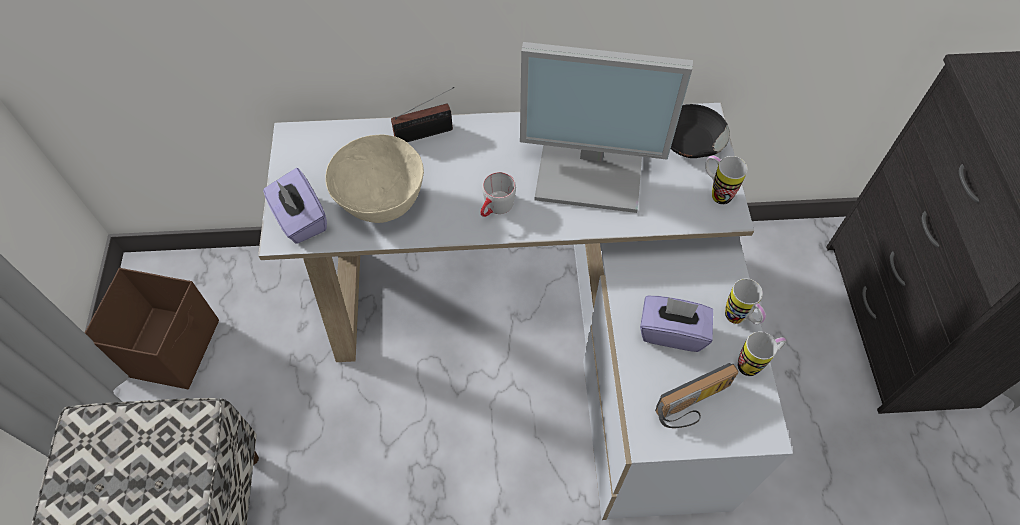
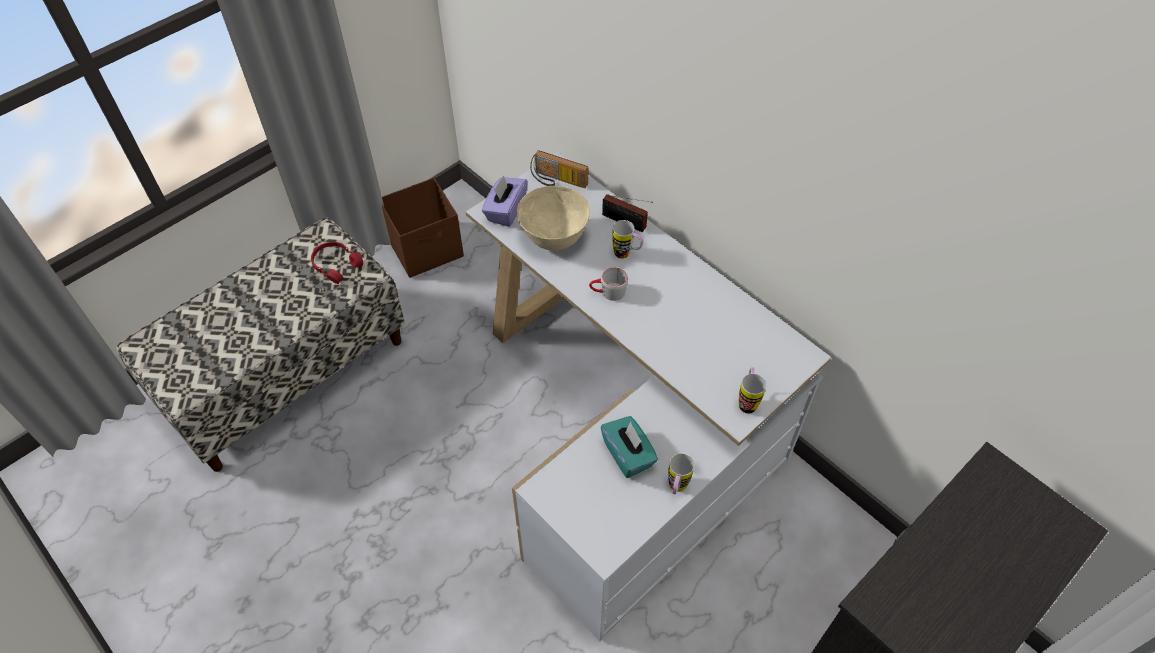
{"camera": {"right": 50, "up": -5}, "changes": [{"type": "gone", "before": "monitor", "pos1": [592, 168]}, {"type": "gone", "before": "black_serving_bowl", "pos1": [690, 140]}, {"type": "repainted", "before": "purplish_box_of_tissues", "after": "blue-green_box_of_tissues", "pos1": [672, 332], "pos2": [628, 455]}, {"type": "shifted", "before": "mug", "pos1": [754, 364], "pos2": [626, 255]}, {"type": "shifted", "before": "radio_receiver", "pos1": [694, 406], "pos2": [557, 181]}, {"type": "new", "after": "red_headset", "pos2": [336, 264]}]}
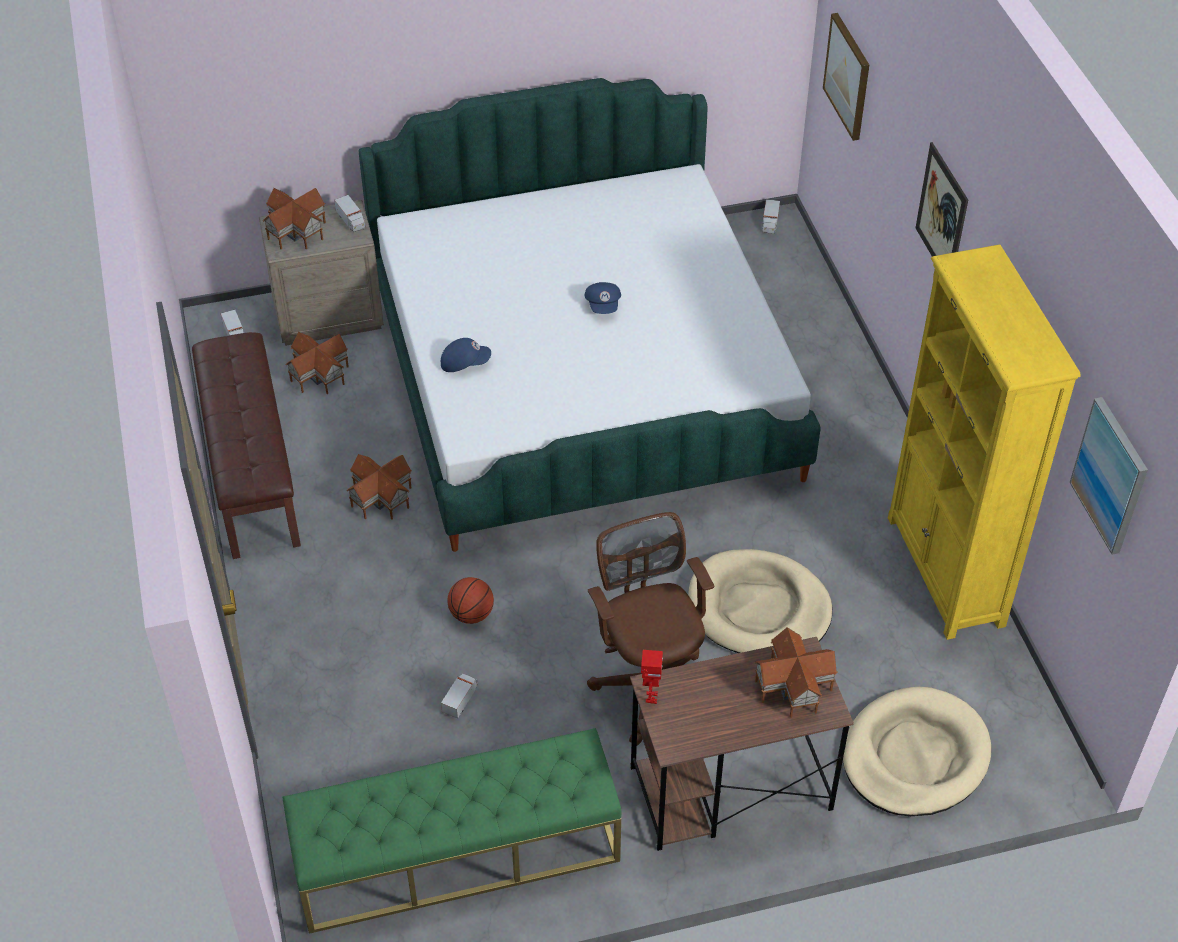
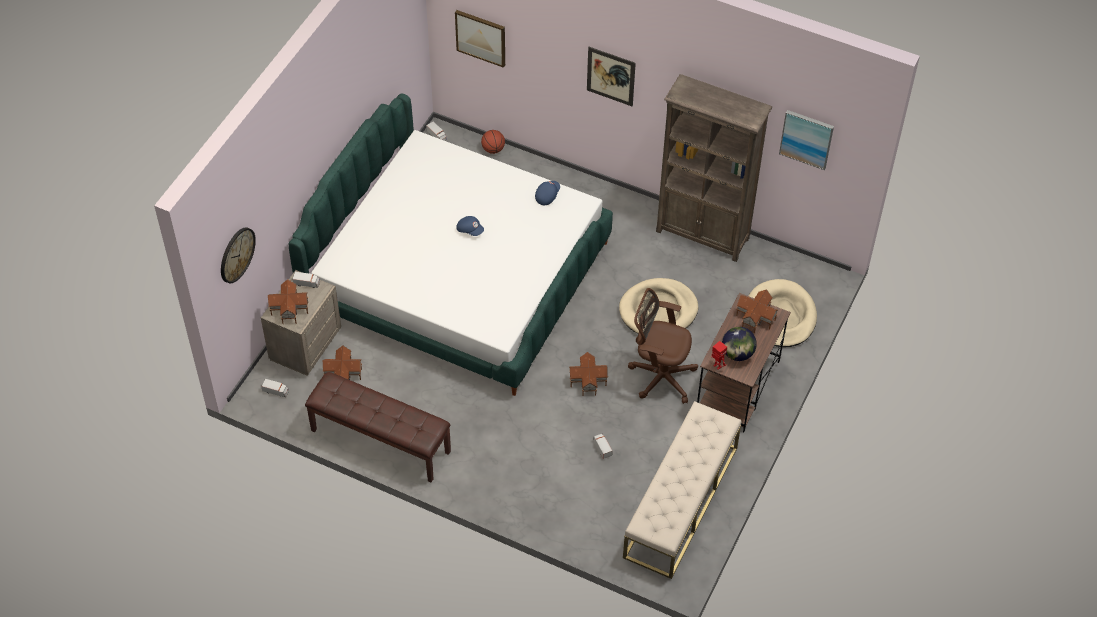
{"camera": {"right": -50, "up": 5}, "changes": [{"type": "repainted", "before": "yellow_bookcase", "after": "brown_bookcase", "pos1": [945, 572], "pos2": [703, 235]}, {"type": "shifted", "before": "blue_cap", "pos1": [464, 363], "pos2": [547, 195]}, {"type": "shifted", "before": "toy_house", "pos1": [382, 497], "pos2": [588, 380]}, {"type": "shifted", "before": "basketball", "pos1": [471, 614], "pos2": [493, 149]}, {"type": "repainted", "before": "greenish_bench", "after": "sand-coloured_bench", "pos1": [456, 855], "pos2": [681, 502]}, {"type": "new", "after": "clock_on_the_wall", "pos2": [236, 254]}, {"type": "new", "after": "globe", "pos2": [737, 354]}]}
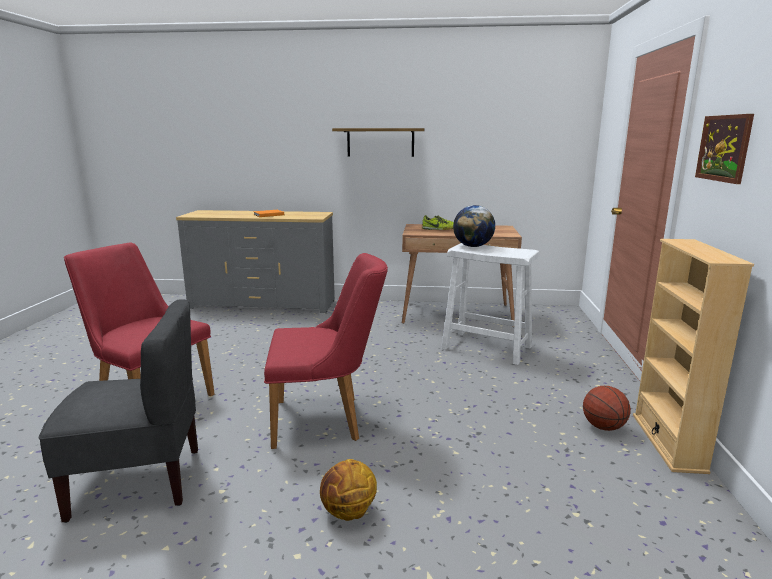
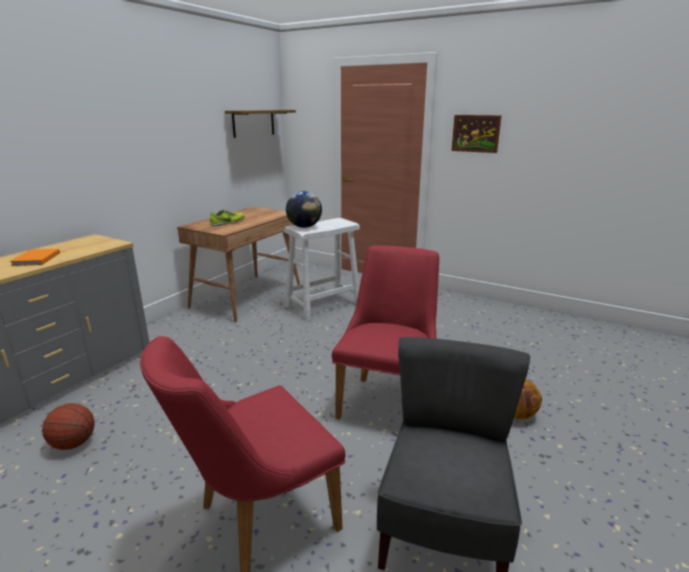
{"camera": {"right": -65, "up": 5}, "changes": [{"type": "shifted", "before": "shelf", "pos1": [380, 142], "pos2": [253, 123]}, {"type": "gone", "before": "sand-coloured_bookcase", "pos1": [668, 442]}, {"type": "shifted", "before": "basketball", "pos1": [603, 427], "pos2": [74, 444]}]}
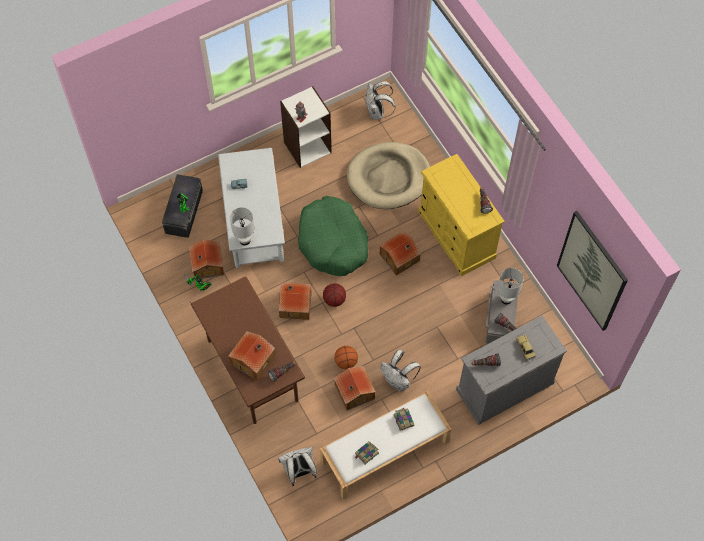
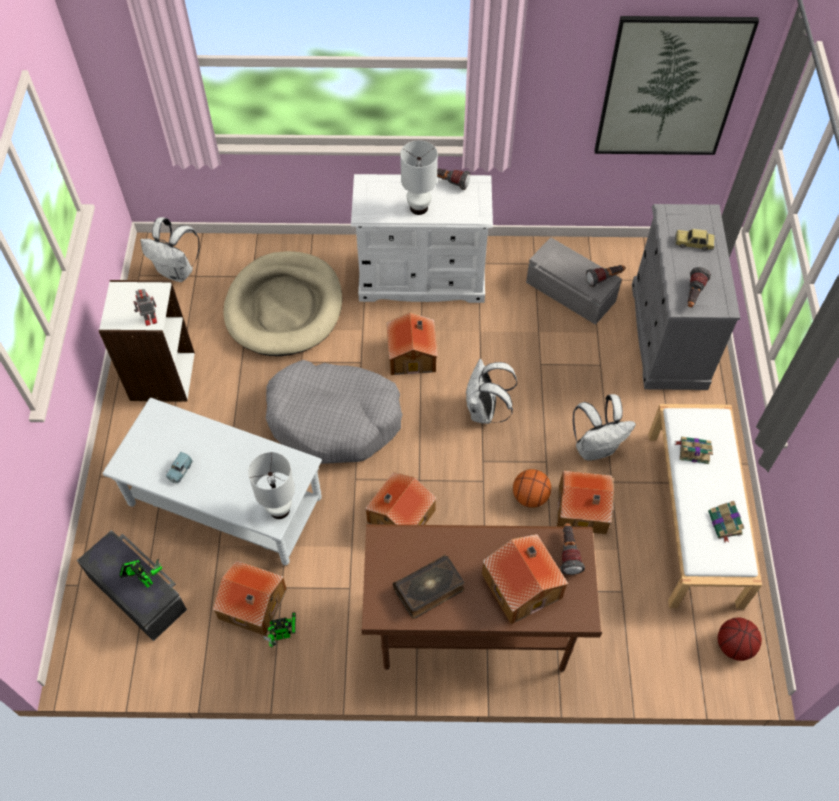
{"camera": {"right": -60, "up": -5}, "changes": [{"type": "repainted", "before": "yellow_dresser", "after": "white-coloured_dresser", "pos1": [456, 235], "pos2": [422, 278]}, {"type": "repainted", "before": "greenish_dog_cushion", "after": "greyish_dog_cushion", "pos1": [333, 242], "pos2": [334, 419]}, {"type": "shifted", "before": "white-coloured_table_lamp", "pos1": [506, 299], "pos2": [418, 207]}, {"type": "shifted", "before": "basketball", "pos1": [334, 300], "pos2": [734, 646]}, {"type": "shifted", "before": "white-coloured_backpack", "pos1": [299, 471], "pos2": [485, 411]}, {"type": "new", "after": "bound_book", "pos2": [429, 590]}]}
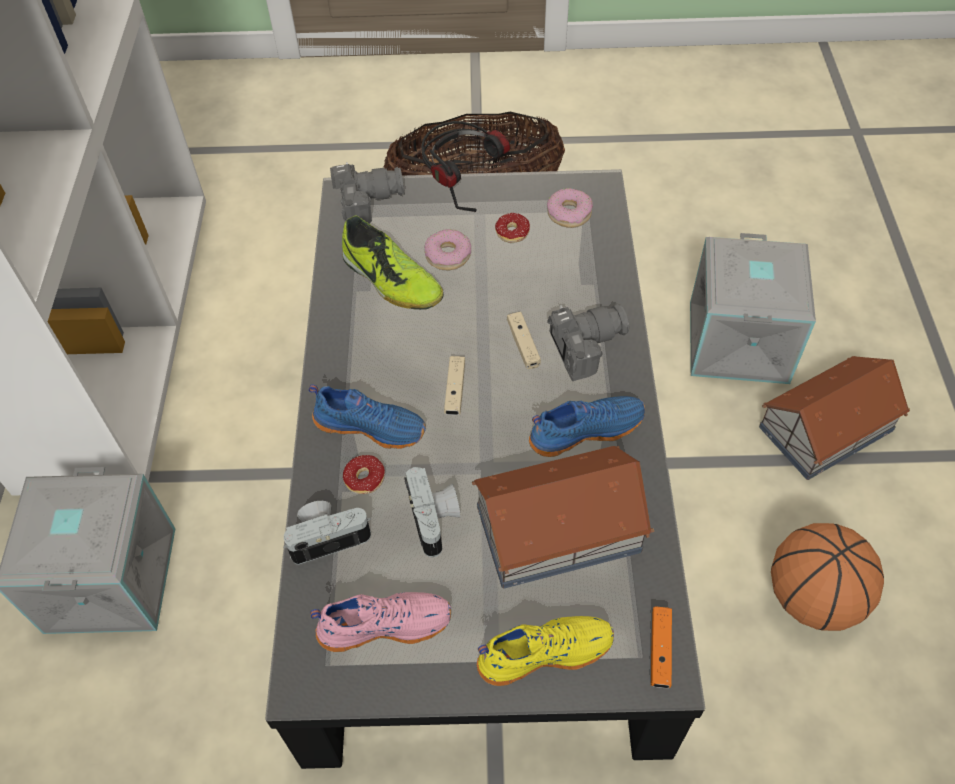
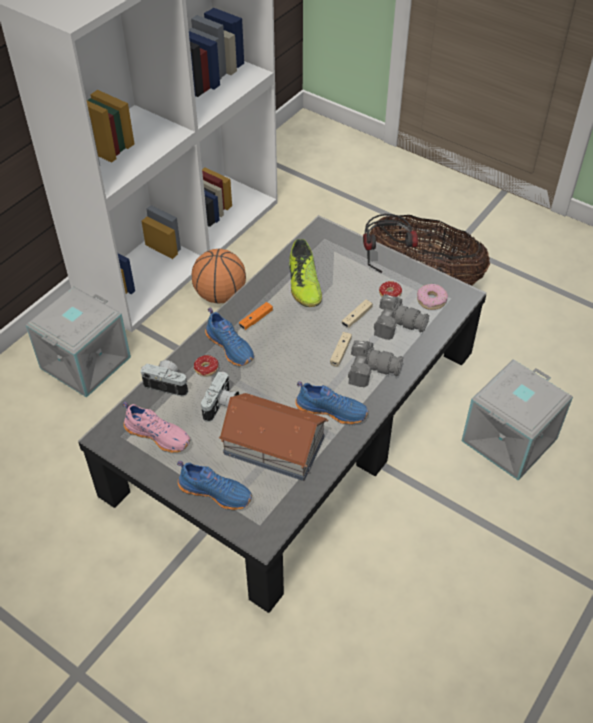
{"camera": {"right": 35, "up": -5}, "changes": [{"type": "shifted", "before": "photo_camera", "pos1": [366, 202], "pos2": [397, 325]}, {"type": "gone", "before": "ring_doughnut", "pos1": [447, 255]}, {"type": "shifted", "before": "sand-coloured_gamepad", "pos1": [455, 390], "pos2": [356, 317]}, {"type": "gone", "before": "toy_house", "pos1": [827, 428]}, {"type": "shifted", "before": "basketball", "pos1": [812, 598], "pos2": [220, 295]}, {"type": "shifted", "before": "orange_gamepad", "pos1": [660, 650], "pos2": [256, 319]}, {"type": "repainted", "before": "yellow_shoe", "after": "blue_shoe", "pos1": [543, 651], "pos2": [216, 491]}]}
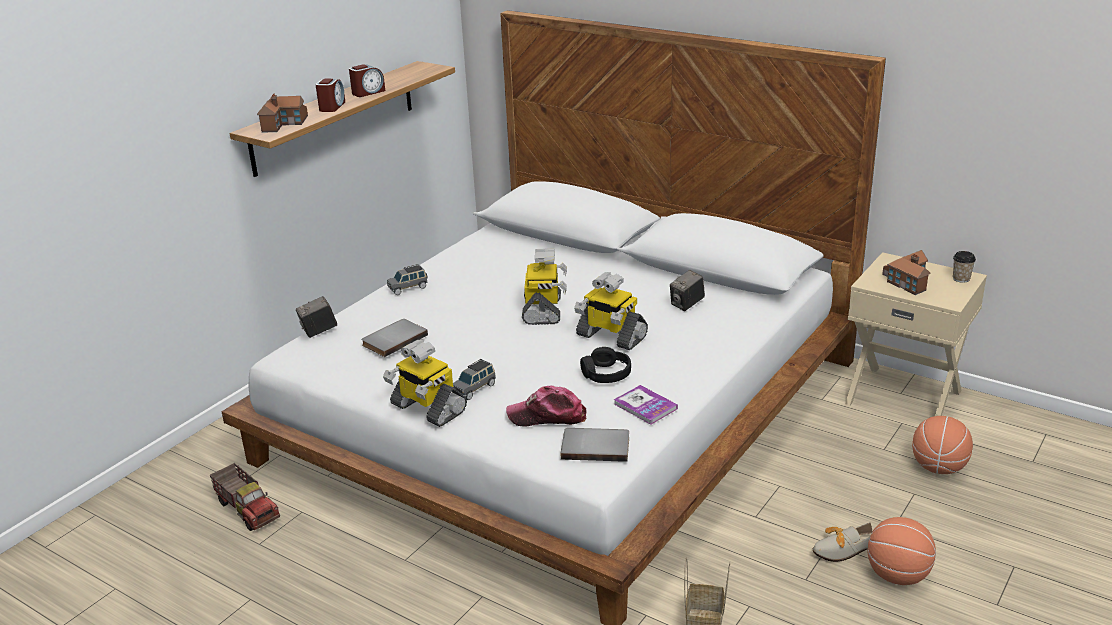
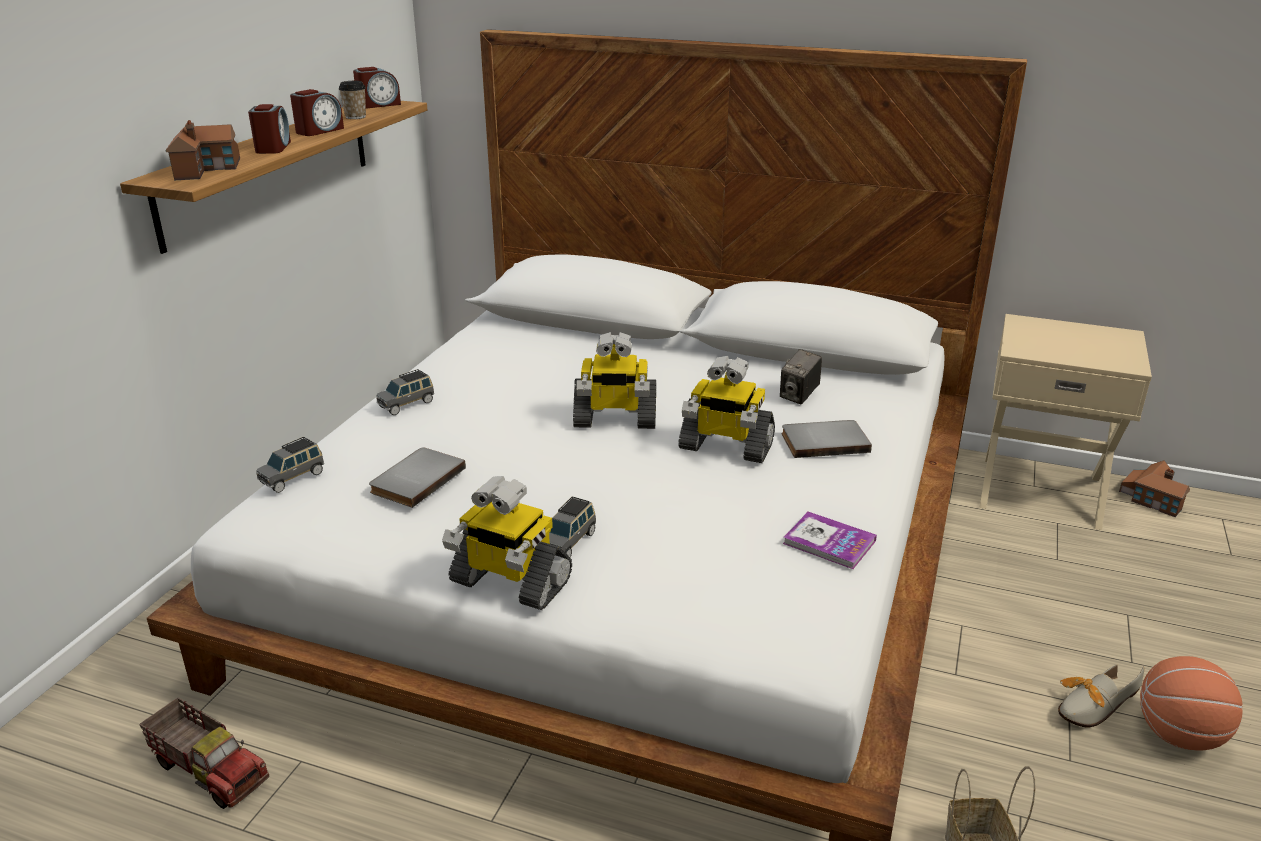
{"camera": {"right": -15, "up": 0}, "changes": [{"type": "rotated", "before": "robot_figure", "pos1": [543, 311], "pos2": [614, 419], "turn": 105}, {"type": "shifted", "before": "toy_house", "pos1": [907, 281], "pos2": [1151, 498]}, {"type": "shifted", "before": "small_cup", "pos1": [961, 279], "pos2": [355, 117]}, {"type": "swapped", "before": "photo_camera", "after": "greyish_model_car", "pos1": [319, 331], "pos2": [293, 478]}, {"type": "gone", "before": "black_headset", "pos1": [606, 374]}, {"type": "gone", "before": "cap", "pos1": [547, 416]}, {"type": "gone", "before": "basketball", "pos1": [938, 467]}, {"type": "shifted", "before": "greyish_bound_book", "pos1": [595, 446], "pos2": [824, 441]}, {"type": "new", "after": "alarm_clock", "pos2": [378, 105]}]}
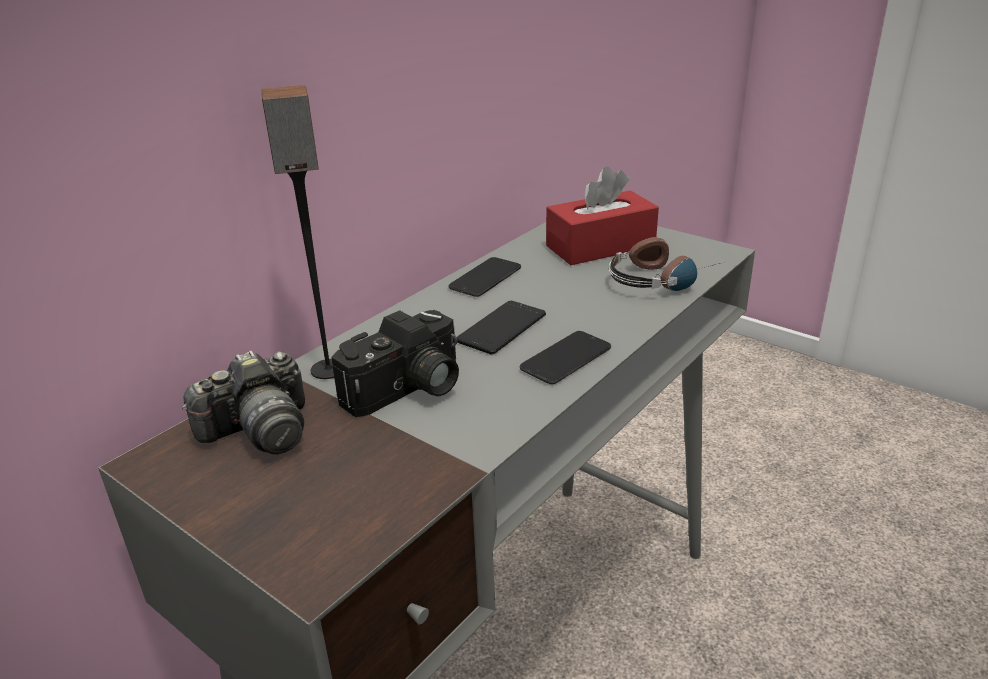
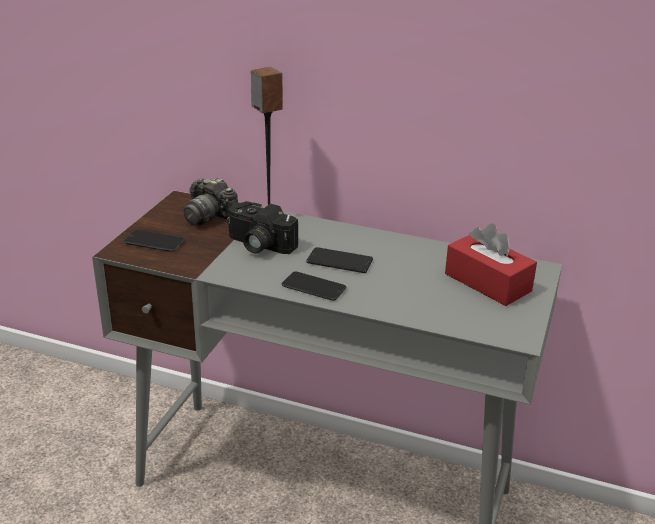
{"camera": {"right": 70, "up": 0}, "changes": [{"type": "gone", "before": "headset", "pos1": [662, 278]}, {"type": "shifted", "before": "phone", "pos1": [485, 278], "pos2": [154, 242]}]}
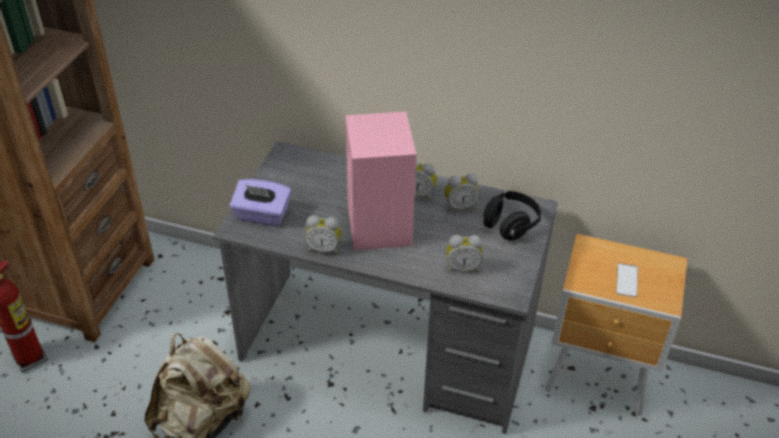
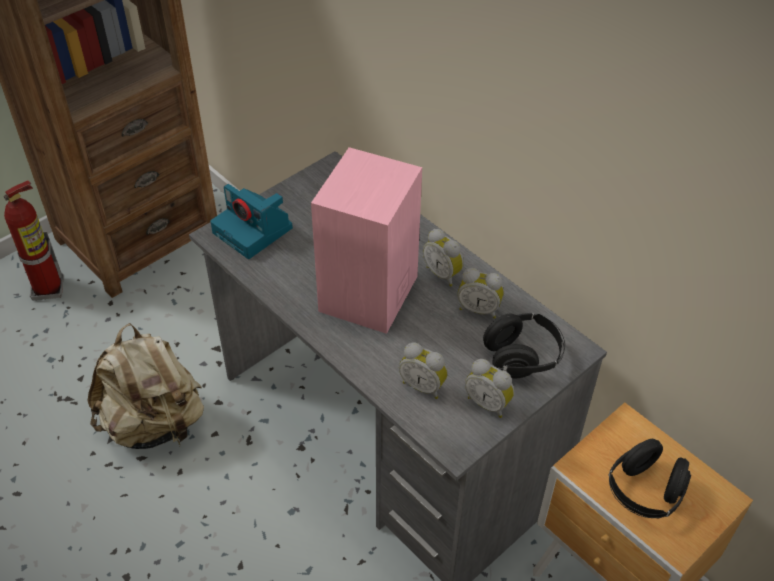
{"camera": {"right": 30, "up": 5}, "changes": [{"type": "swapped", "before": "purplish_box_of_tissues", "after": "photo_camera", "pos1": [262, 215], "pos2": [254, 231]}, {"type": "shifted", "before": "alarm_clock", "pos1": [324, 249], "pos2": [488, 403]}, {"type": "swapped", "before": "phone", "after": "black_headset", "pos1": [627, 280], "pos2": [644, 492]}]}
